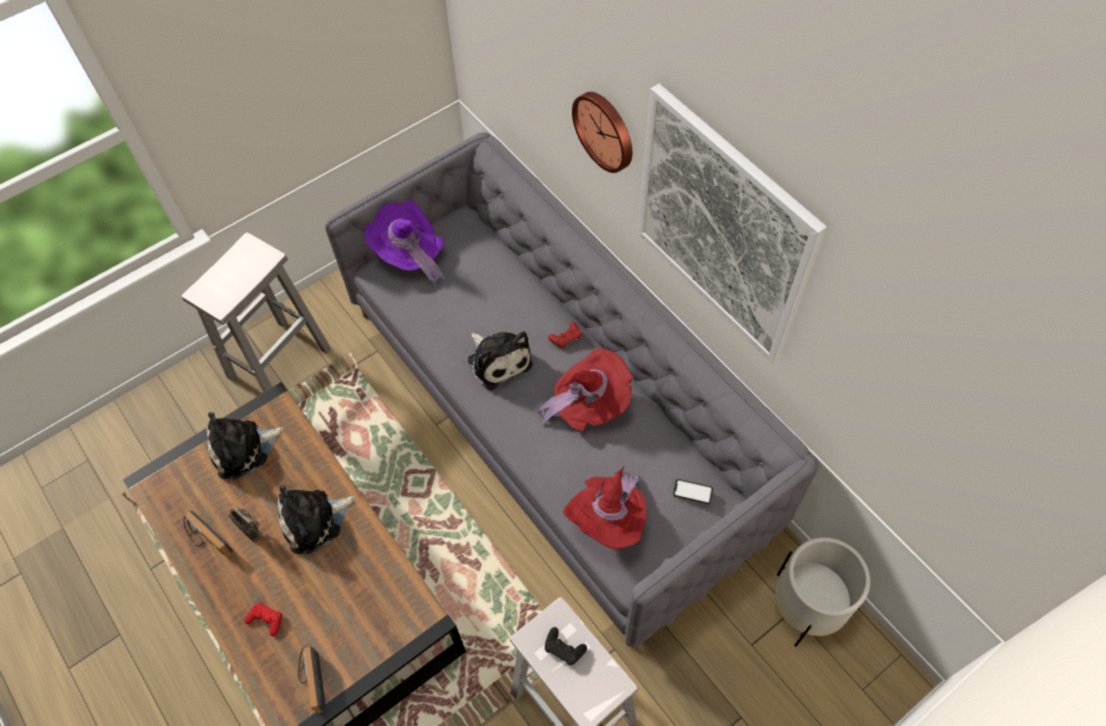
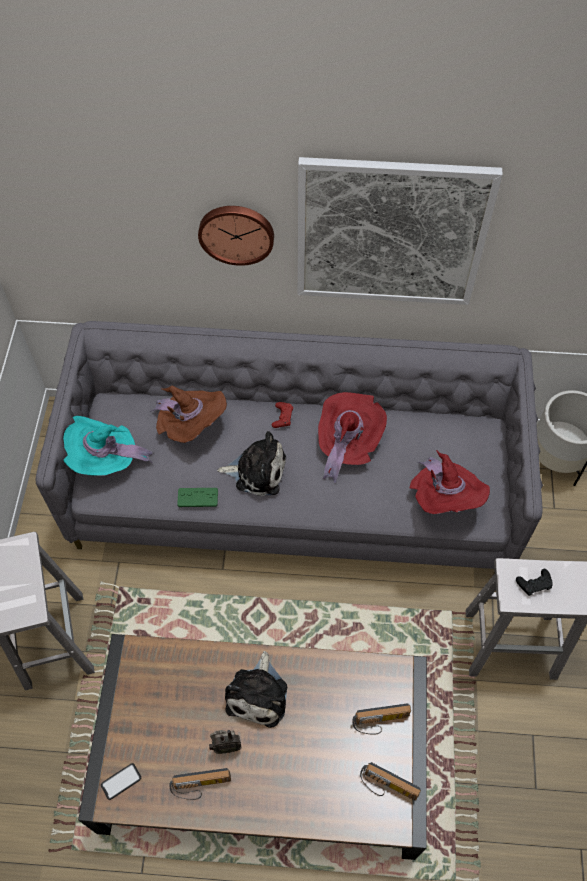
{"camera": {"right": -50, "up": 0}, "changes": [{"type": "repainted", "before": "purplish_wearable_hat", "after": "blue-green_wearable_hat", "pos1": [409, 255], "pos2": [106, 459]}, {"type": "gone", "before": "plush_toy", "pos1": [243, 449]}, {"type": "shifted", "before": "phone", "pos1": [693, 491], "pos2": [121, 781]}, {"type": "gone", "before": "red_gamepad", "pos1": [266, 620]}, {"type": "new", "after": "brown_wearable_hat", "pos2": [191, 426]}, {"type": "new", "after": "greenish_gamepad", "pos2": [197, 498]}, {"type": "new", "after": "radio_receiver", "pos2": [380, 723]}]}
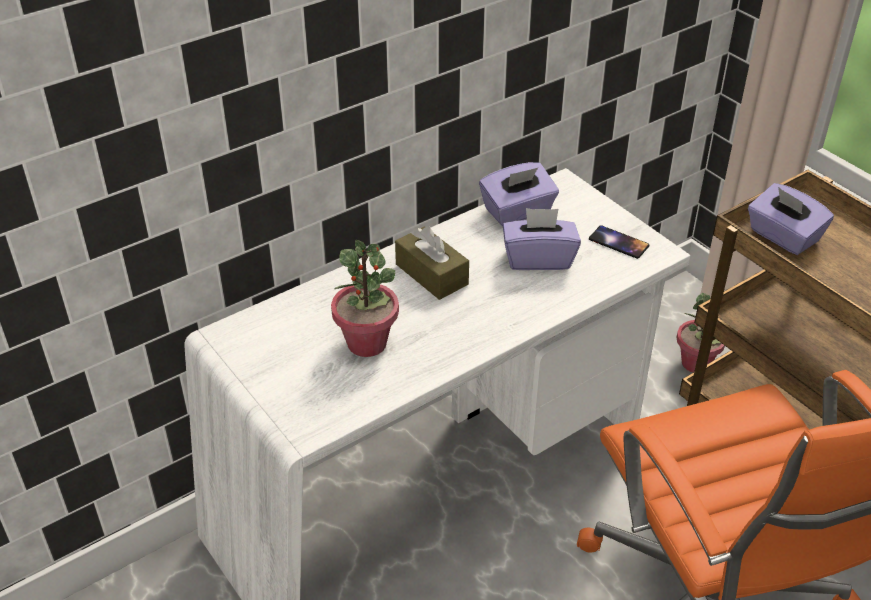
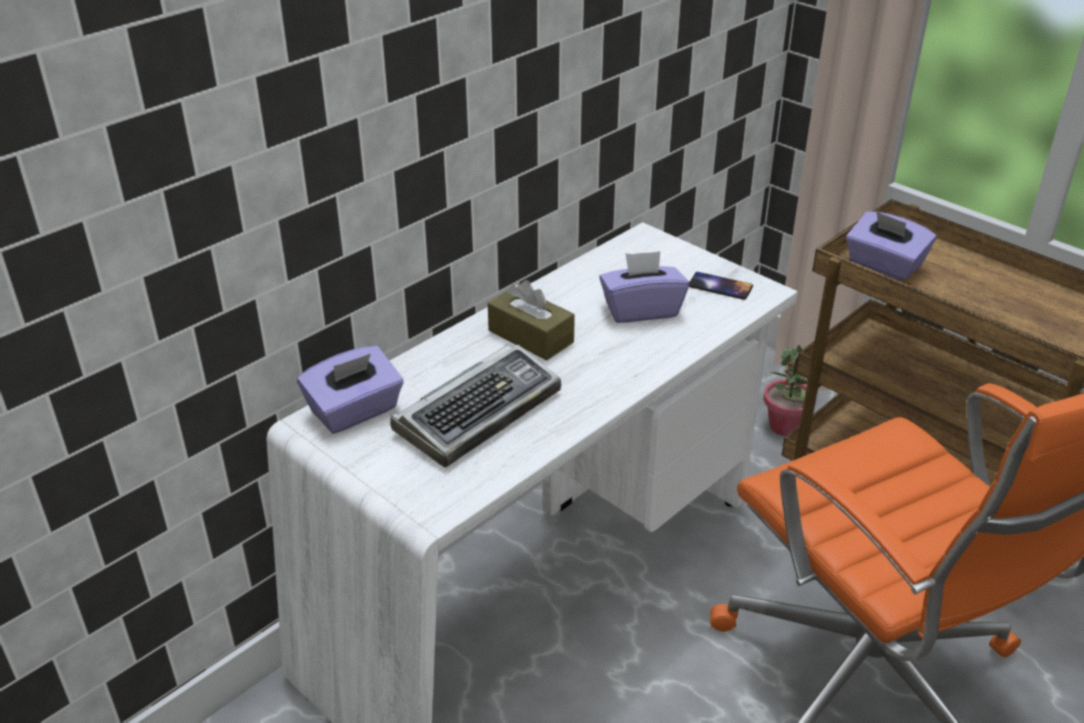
{"camera": {"right": -10, "up": -5}, "changes": [{"type": "shifted", "before": "purplish_box_of_tissues", "pos1": [518, 211], "pos2": [355, 411]}, {"type": "swapped", "before": "potted_plant", "after": "keyboard", "pos1": [367, 343], "pos2": [479, 412]}]}
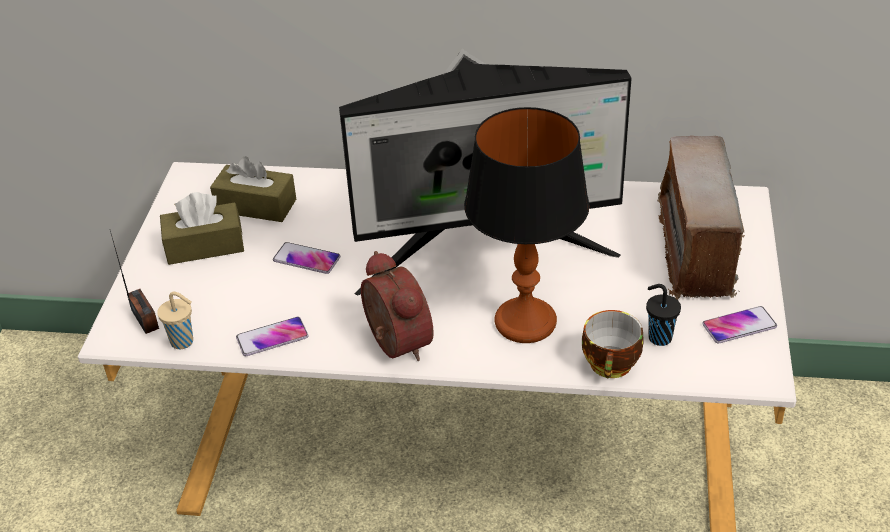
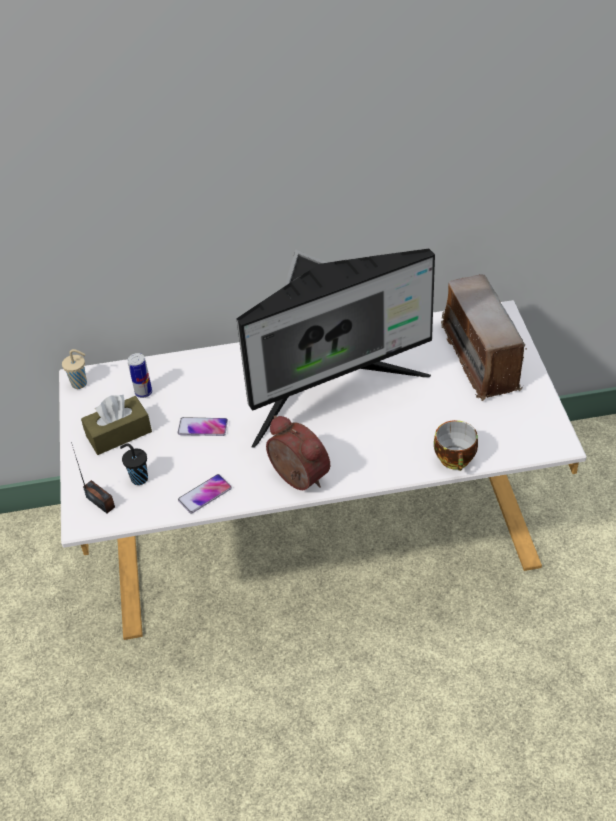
{"camera": {"right": -15, "up": 5}, "changes": [{"type": "gone", "before": "table_lamp", "pos1": [525, 323]}, {"type": "swapped", "before": "brown_box_of_tissues", "after": "metal_can", "pos1": [256, 205], "pos2": [143, 392]}, {"type": "shifted", "before": "black_small_cup", "pos1": [658, 337], "pos2": [138, 478]}, {"type": "shifted", "before": "sand-coloured_small_cup", "pos1": [183, 342], "pos2": [80, 383]}, {"type": "gone", "before": "phone", "pos1": [739, 326]}]}
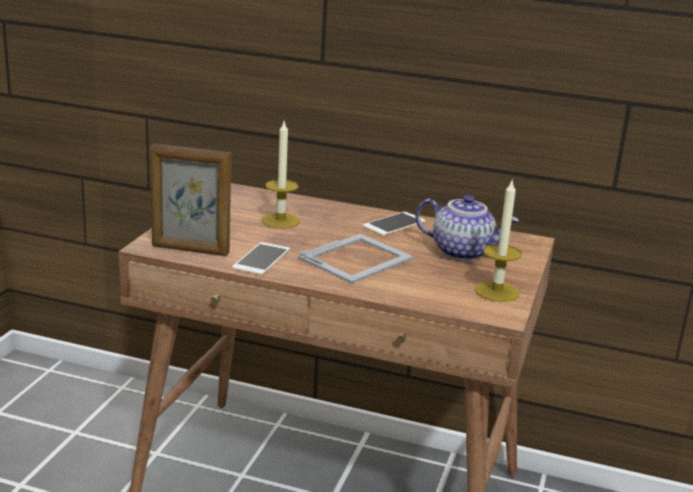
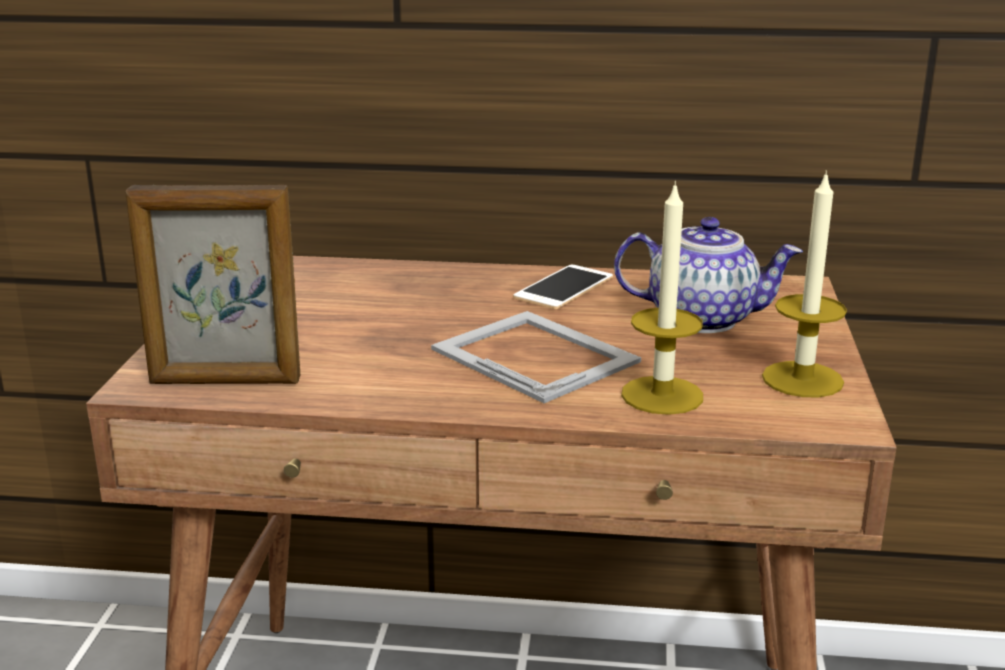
{"camera": {"right": -10, "up": 0}, "changes": [{"type": "shifted", "before": "wax_candle", "pos1": [280, 221], "pos2": [662, 395]}, {"type": "rotated", "before": "photo_frame", "pos1": [357, 258], "pos2": [534, 354], "turn": -75}, {"type": "gone", "before": "phone", "pos1": [261, 259]}]}
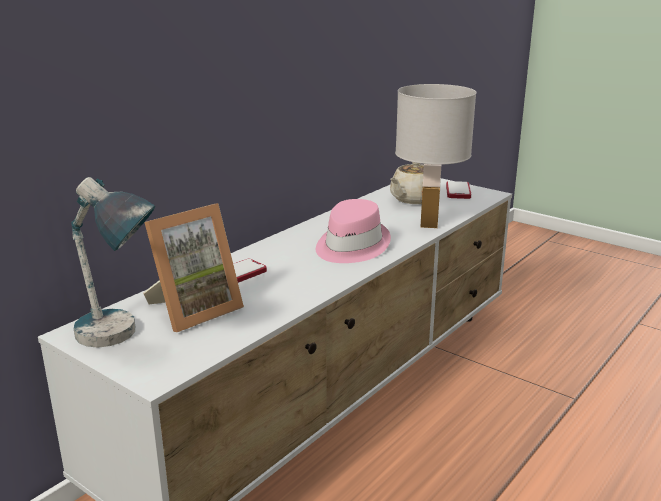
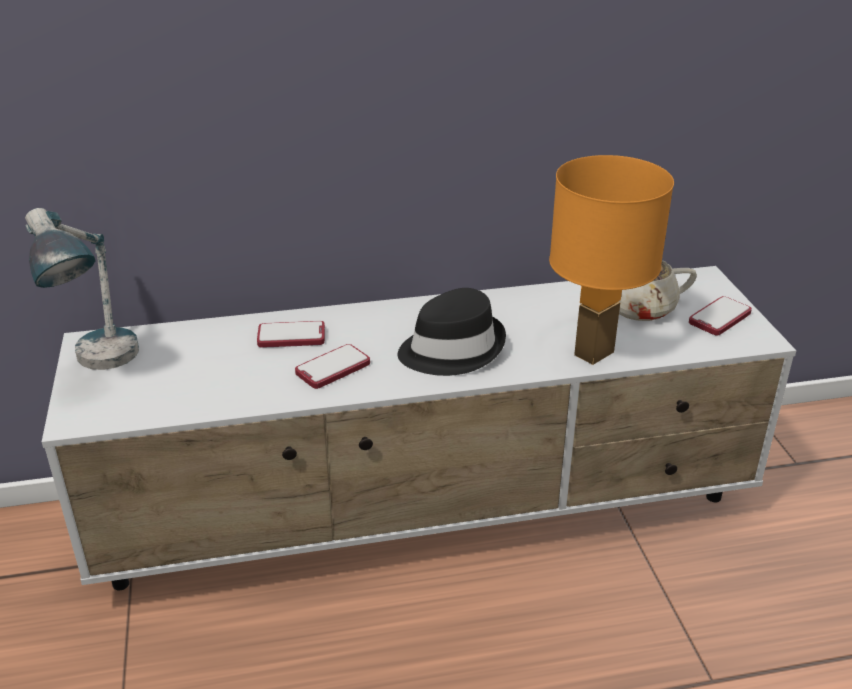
{"camera": {"right": 40, "up": 10}, "changes": [{"type": "repainted", "before": "white-coloured_table_lamp", "after": "orange_table_lamp", "pos1": [428, 223], "pos2": [594, 353]}, {"type": "repainted", "before": "pink-coloured_wearable_hat", "after": "black_wearable_hat", "pos1": [350, 246], "pos2": [451, 349]}, {"type": "gone", "before": "photo_frame", "pos1": [193, 310]}, {"type": "new", "after": "phone", "pos2": [333, 368]}]}
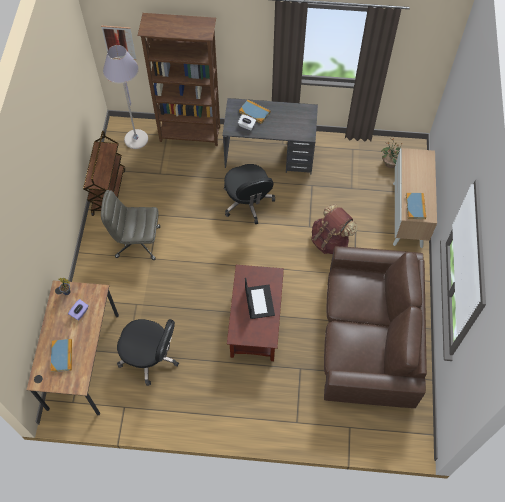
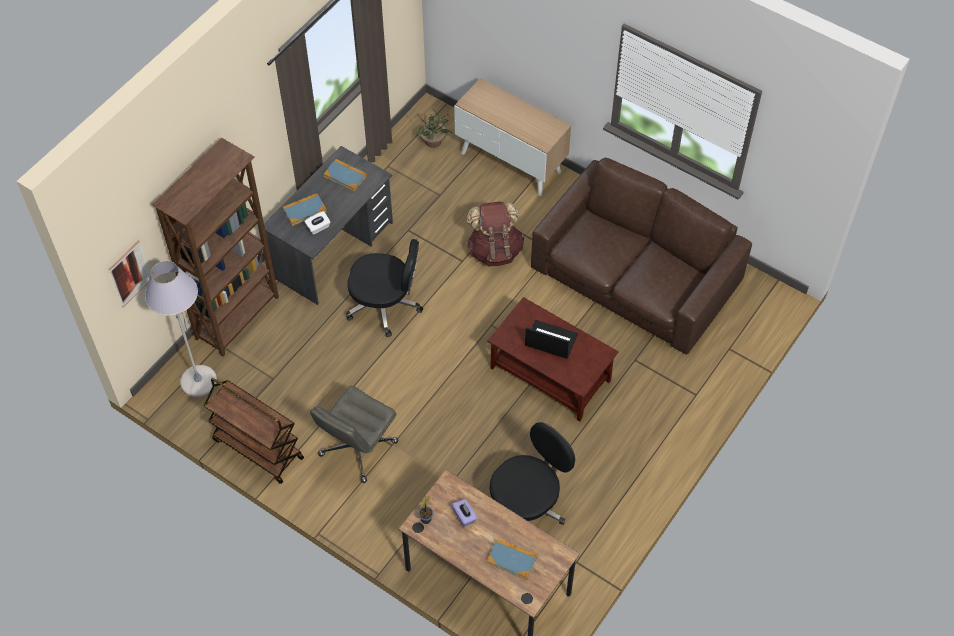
{"camera": {"right": -60, "up": -5}, "changes": [{"type": "shifted", "before": "bound_book", "pos1": [415, 206], "pos2": [345, 176]}]}
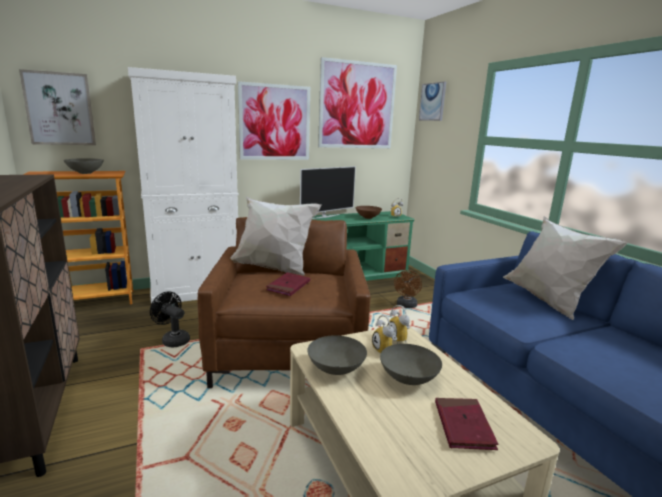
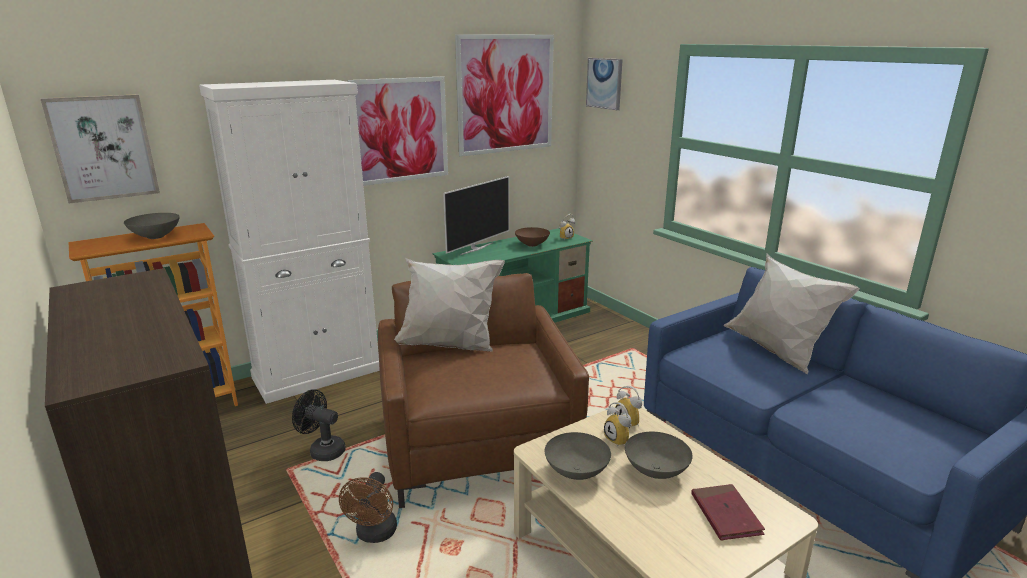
{"camera": {"right": -10, "up": 5}, "changes": [{"type": "shifted", "before": "brown_fan", "pos1": [406, 306], "pos2": [374, 535]}, {"type": "gone", "before": "red_bound_book", "pos1": [288, 286]}]}
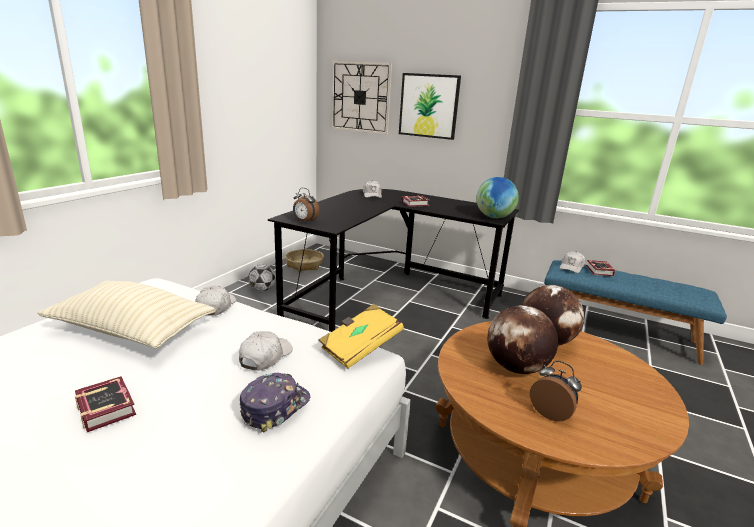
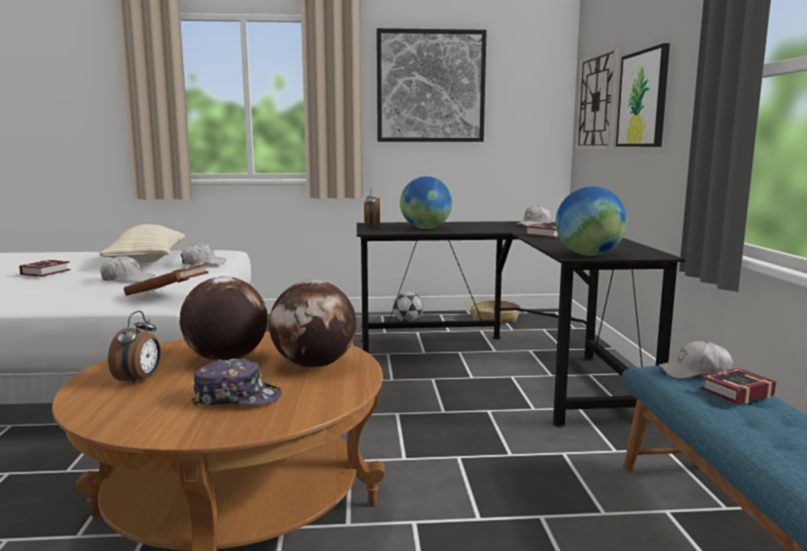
{"camera": {"right": 60, "up": -10}, "changes": [{"type": "repainted", "before": "yellow_bound_book", "after": "brown_bound_book", "pos1": [359, 348], "pos2": [168, 294]}, {"type": "shifted", "before": "cap", "pos1": [275, 407], "pos2": [237, 397]}, {"type": "new", "after": "wall_art", "pos2": [430, 86]}, {"type": "new", "after": "globe", "pos2": [425, 228]}]}
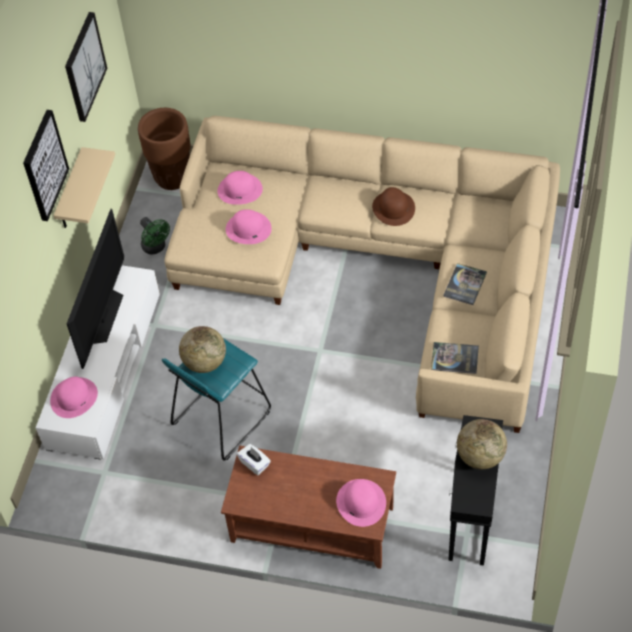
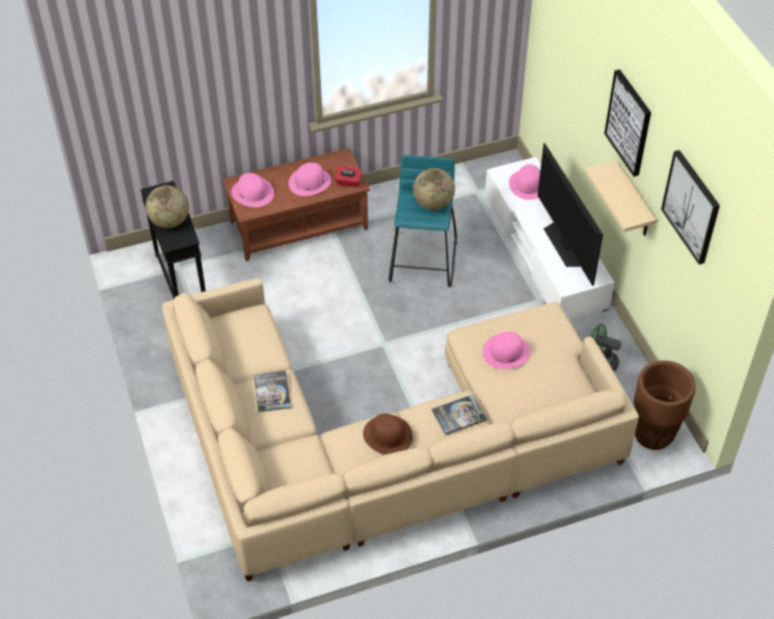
{"camera": {"right": 145, "up": -5}, "changes": [{"type": "shifted", "before": "pink-coloured_wearable_hat", "pos1": [240, 189], "pos2": [309, 182]}, {"type": "shifted", "before": "bound_book", "pos1": [454, 358], "pos2": [458, 415]}, {"type": "repainted", "before": "white-coloured_box_of_tissues", "after": "red_box_of_tissues", "pos1": [255, 464], "pos2": [348, 182]}]}
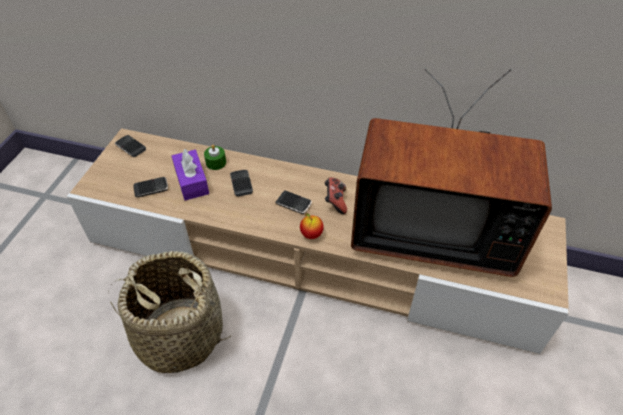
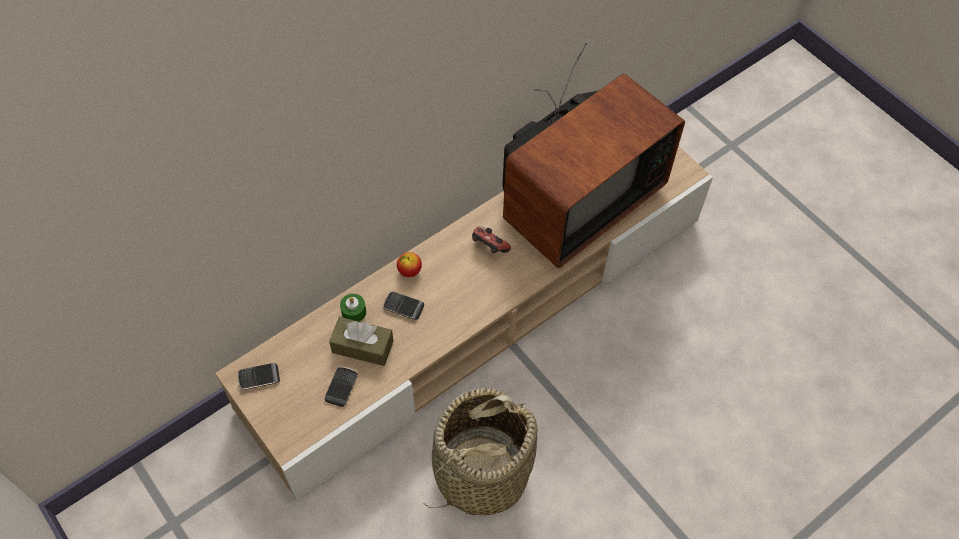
{"camera": {"right": -55, "up": 10}, "changes": [{"type": "repainted", "before": "purplish_box_of_tissues", "after": "brown_box_of_tissues", "pos1": [192, 181], "pos2": [362, 347]}, {"type": "gone", "before": "phone", "pos1": [293, 204]}, {"type": "shifted", "before": "apple", "pos1": [311, 234], "pos2": [409, 271]}]}
